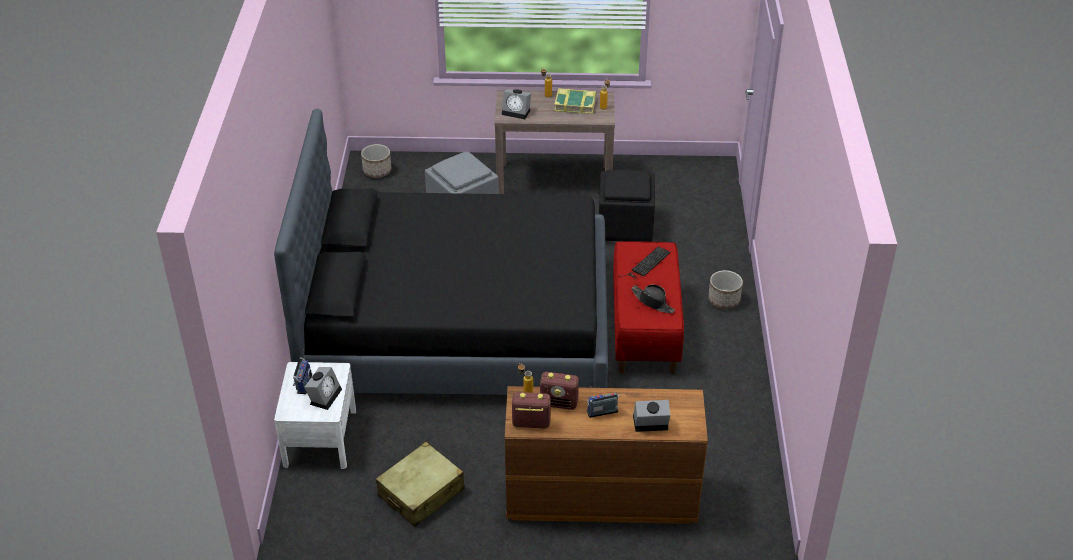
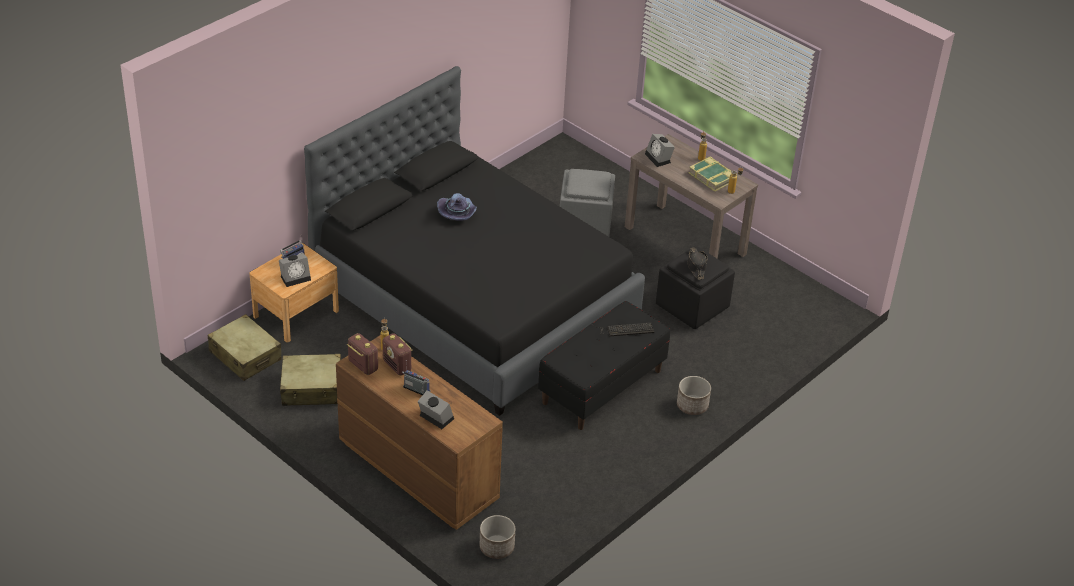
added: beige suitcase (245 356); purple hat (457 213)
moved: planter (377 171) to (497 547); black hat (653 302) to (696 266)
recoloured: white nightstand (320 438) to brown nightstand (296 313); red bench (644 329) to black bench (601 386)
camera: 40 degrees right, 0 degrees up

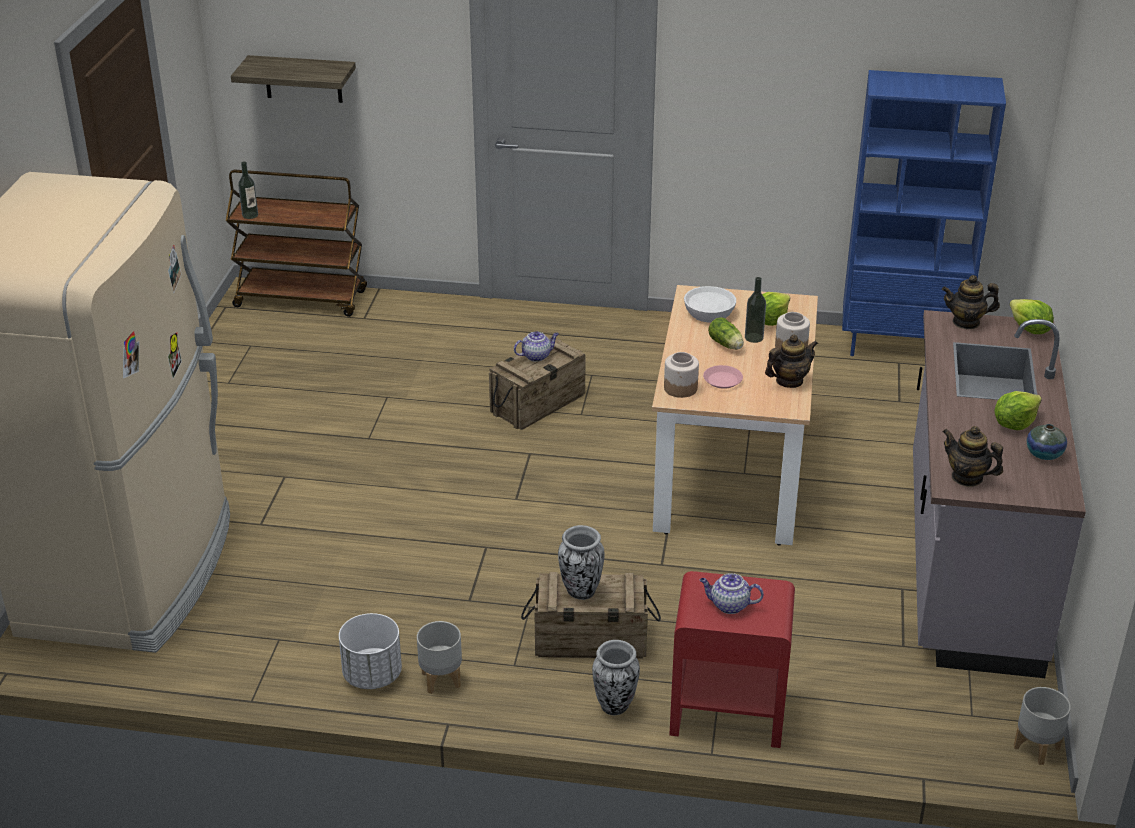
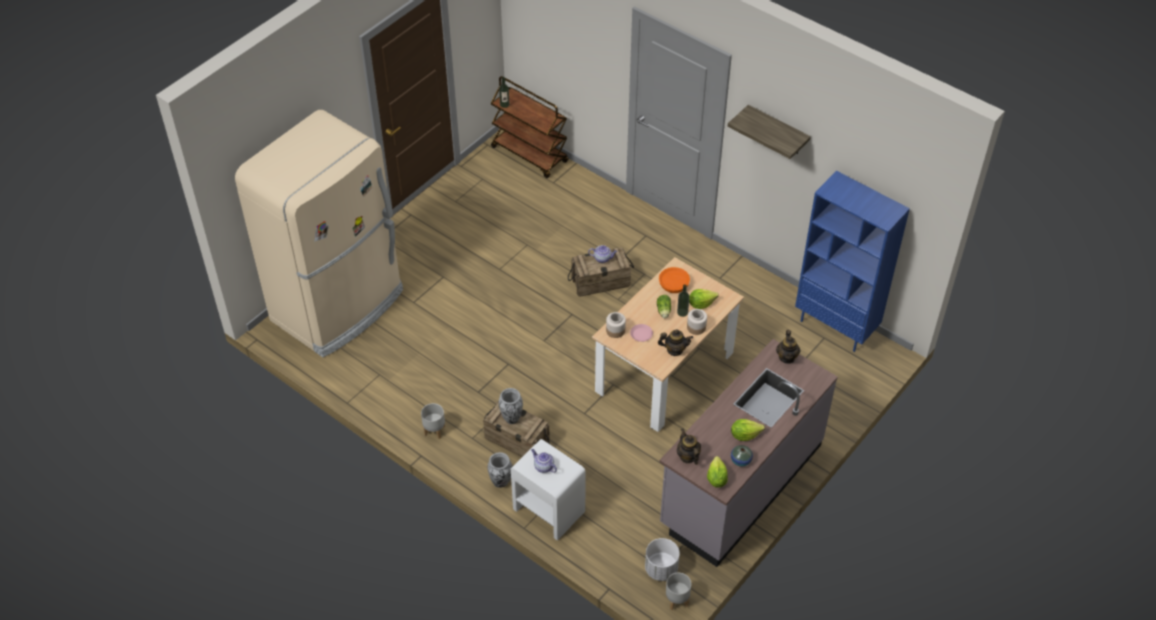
moved: shelf (303 79) to (777 131); white planter (372 675) to (661 569); lettuce (1029 330) to (716 479)
recoloured: red nightstand (726 712) to white nightstand (548 510); white bowl (710 313) to orange bowl (674 285)
turned: teapot (966 322) = (787 357) 120 degrees counterclockwise
camera: 30 degrees right, 15 degrees up

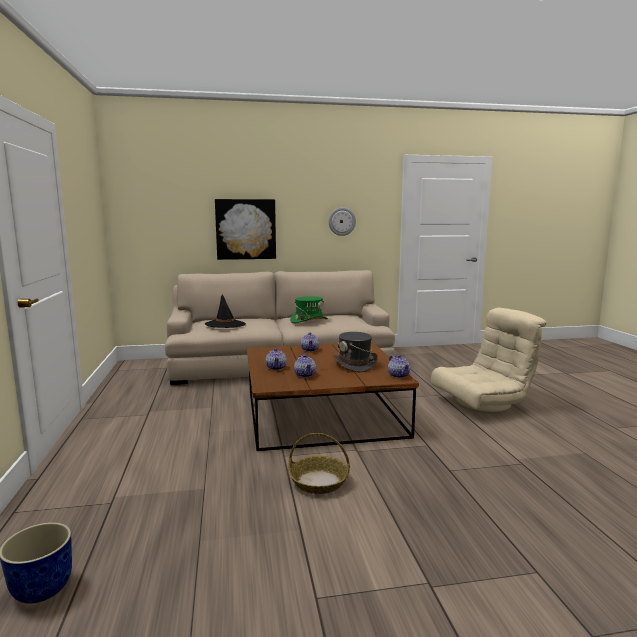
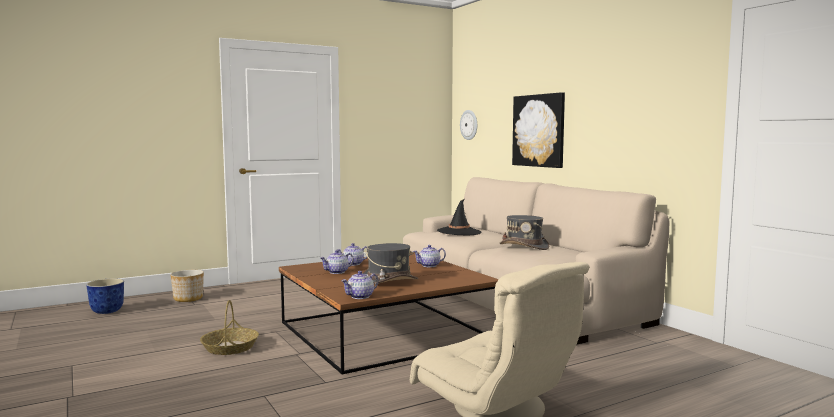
added: planter (188 298)
moved: wall clock (342 221) to (469 125)
recoloured: green hat (309 320) to grey hat (524 246)
camera: 70 degrees right, 5 degrees down

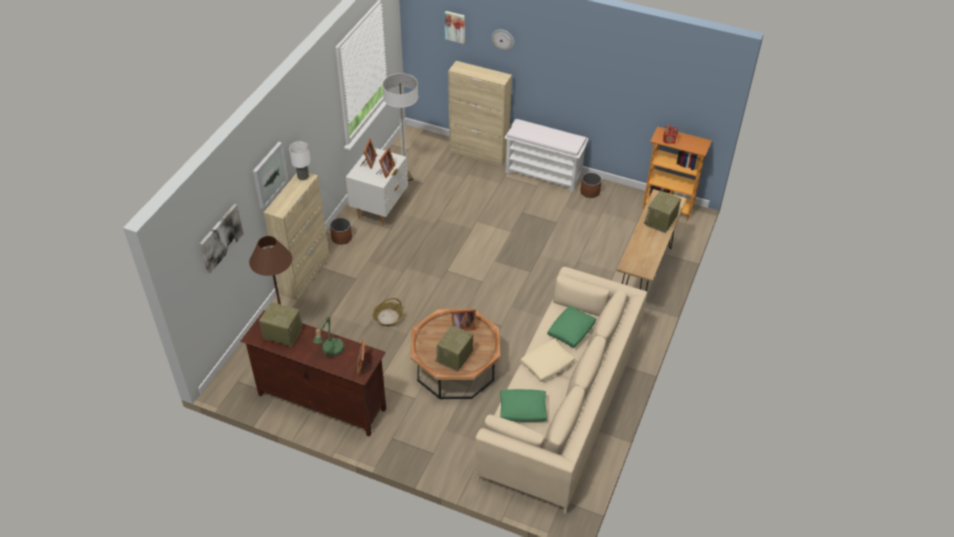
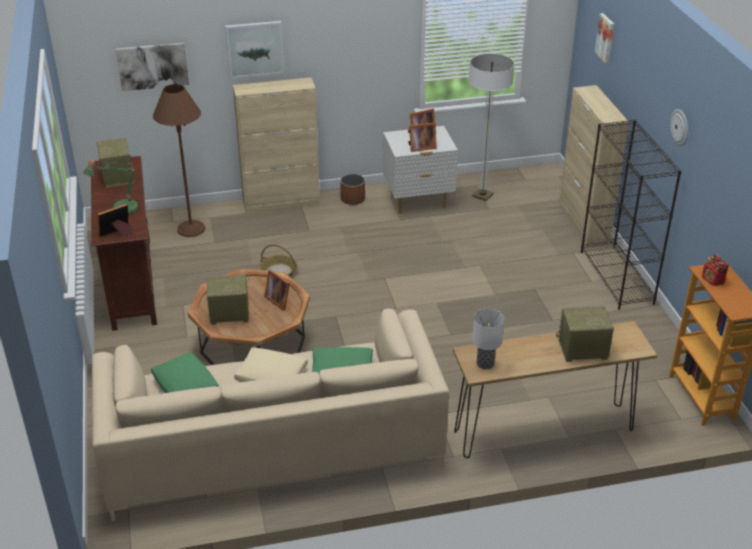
removed: brown planter (590 192)
moved: table lamp (303 176) to (486 364); wall clock (503 39) to (680 127)
replaced: white bench (544 174) to black bookcase (617 277)
camera: 55 degrees right, 10 degrees down

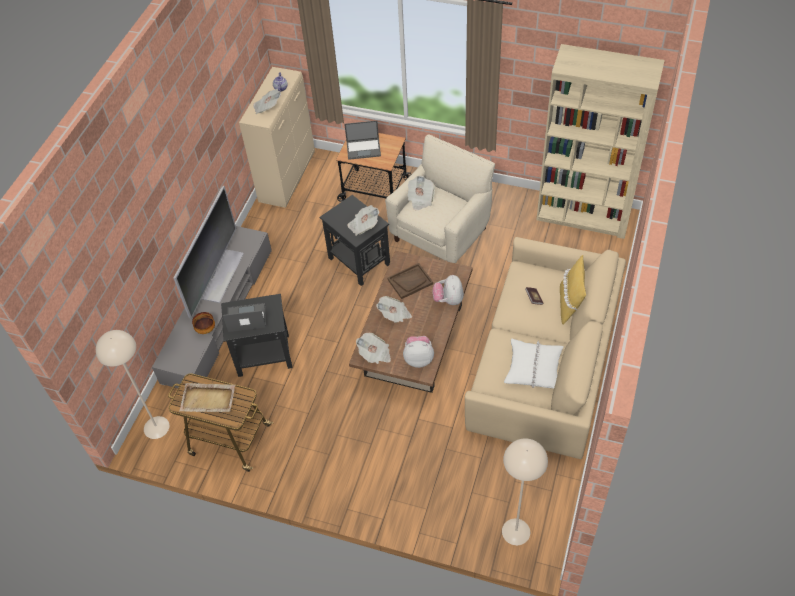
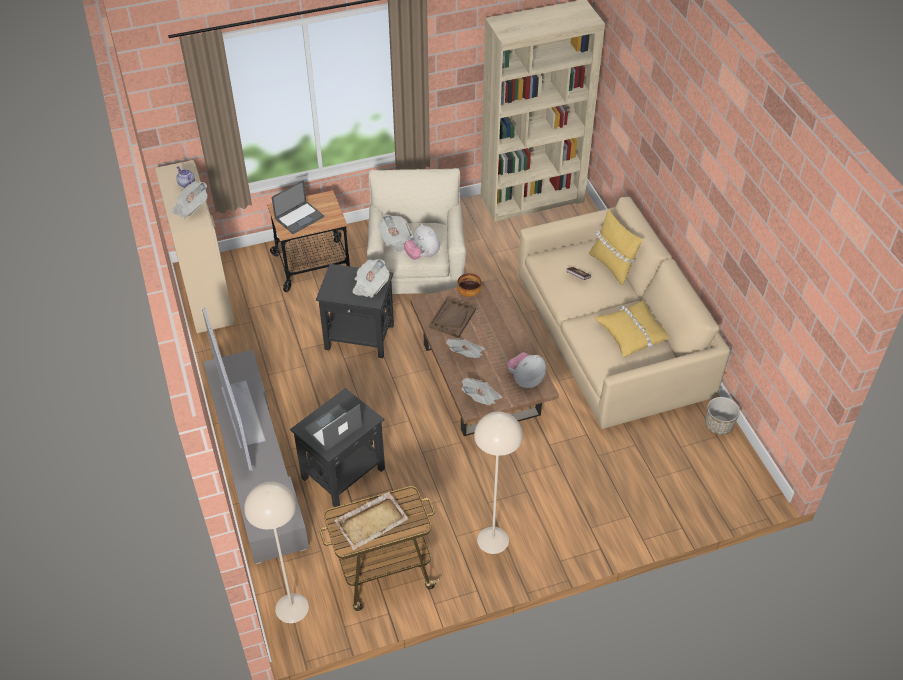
added: planter (718 425)
moved: bowl (206 329) to (468 293); plush toy (448 300) to (422 255); beige floor lamp (516 532) to (493 540)
recoloured: white pillow (533 368) to yellow pillow (632 333)
camera: 40 degrees left, 5 degrees down

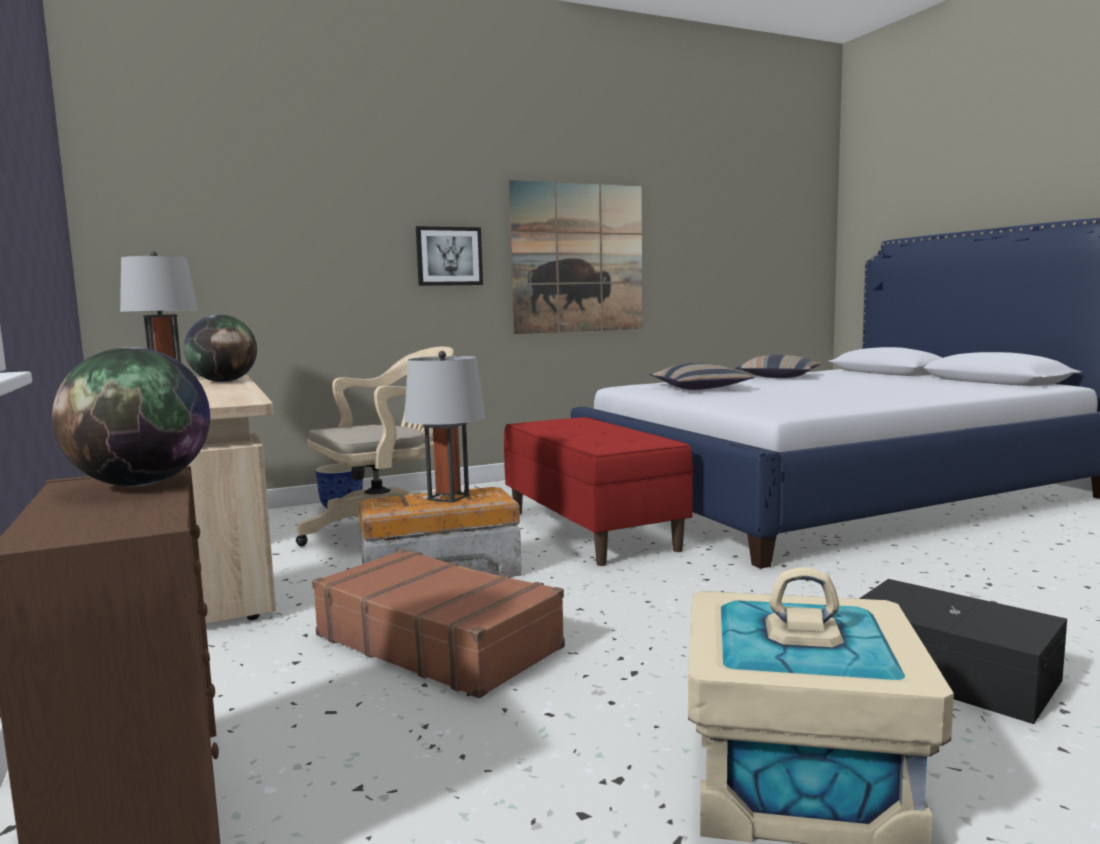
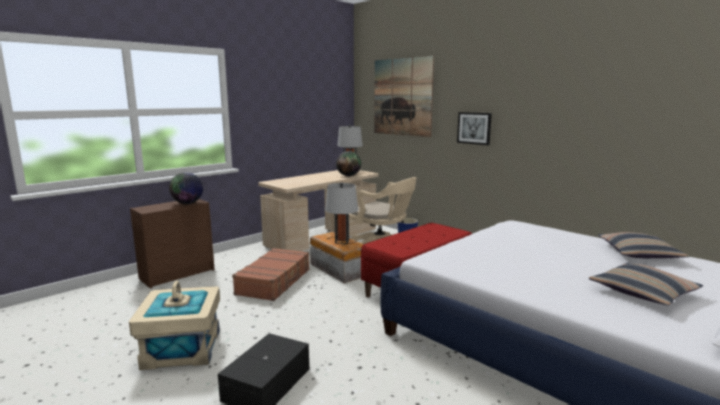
moved: picture (578 258) to (402 97); pillow (700 388) to (642 292)
camera: 70 degrees right, 5 degrees up

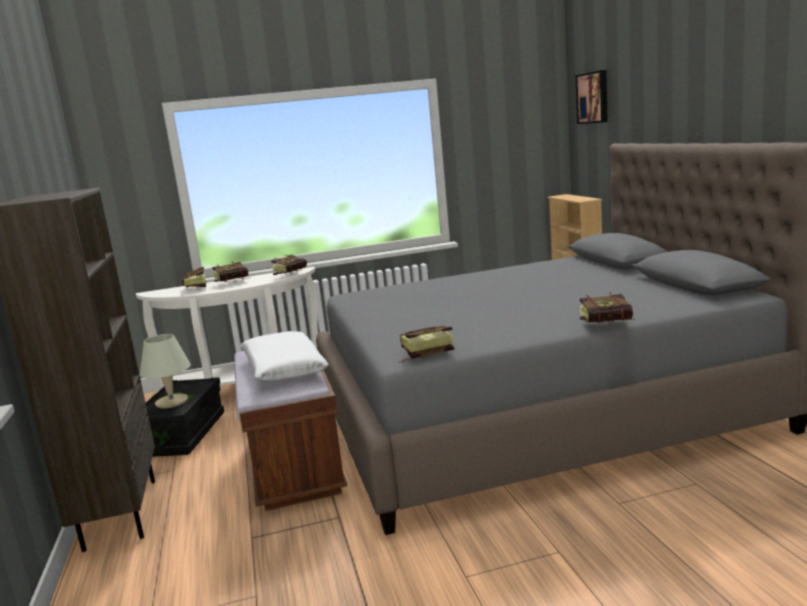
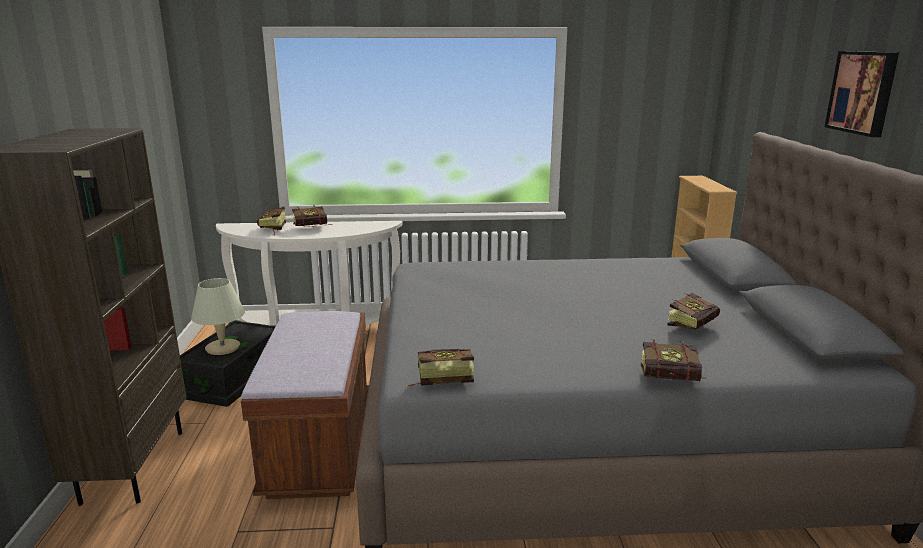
removed: white pillow (283 368)
moved: book (293 274) to (694 326); picture (593 97) to (863 92)
camera: 10 degrees right, 5 degrees up

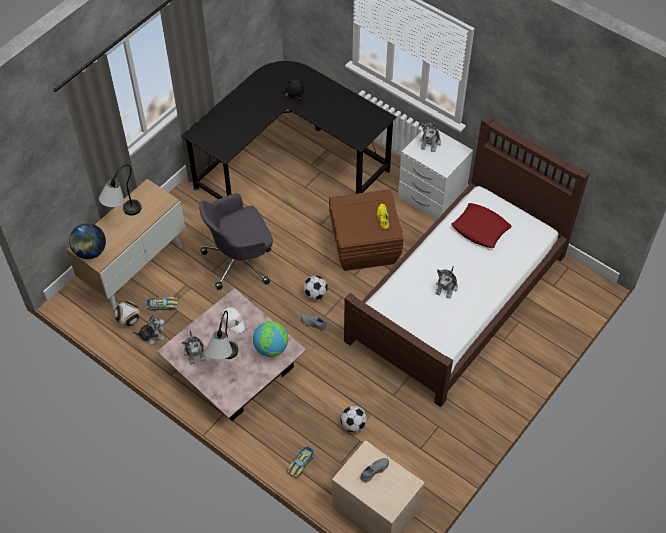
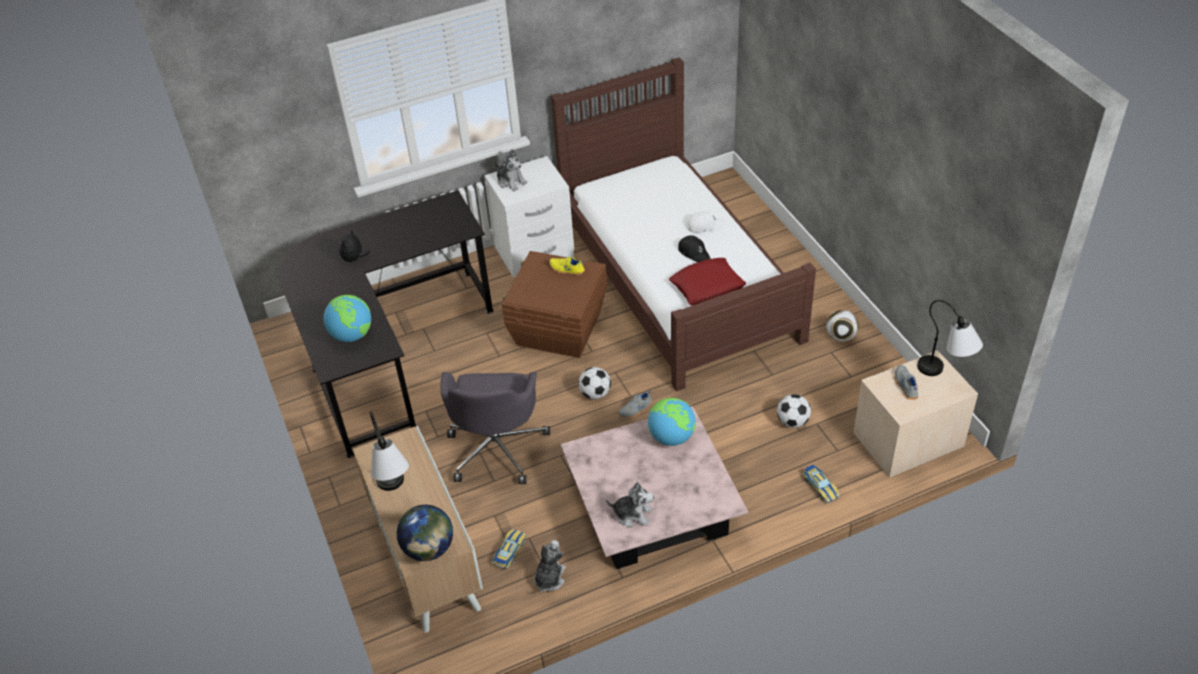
added: globe (352 335)
moved: football (128 320) to (841 337); table lamp (224 361) to (945 375); white cap (233 321) to (704 225); red pillow (480 229) to (707 286)
replaced: plush toy (446 287) to black cap (694 252)
camera: 60 degrees left, 10 degrees down

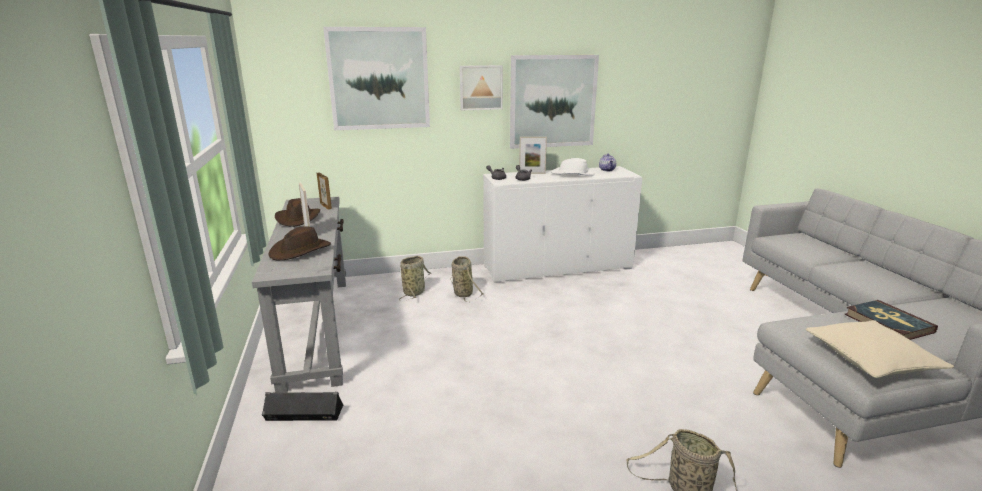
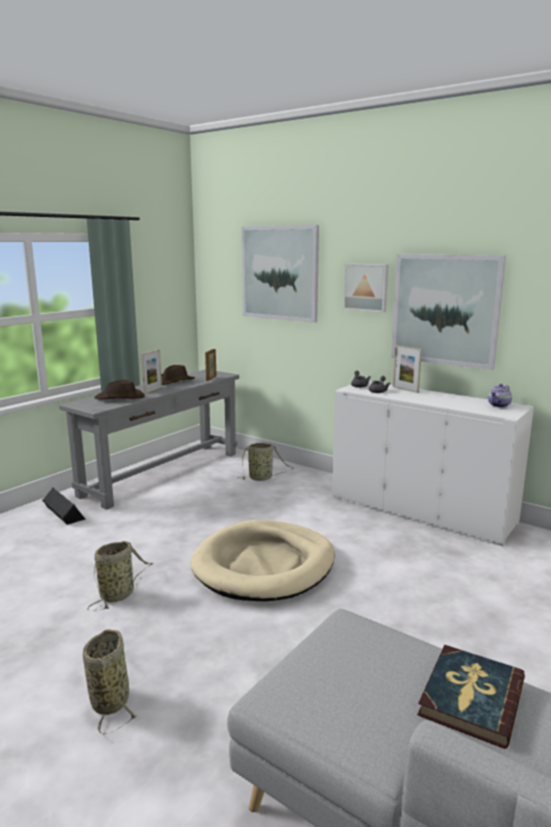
removed: white hat (573 174); beige pillow (870 360)
added: beige dog bed (264 565)
moved: basket (462 293) to (119 594)
camera: 50 degrees right, 5 degrees down

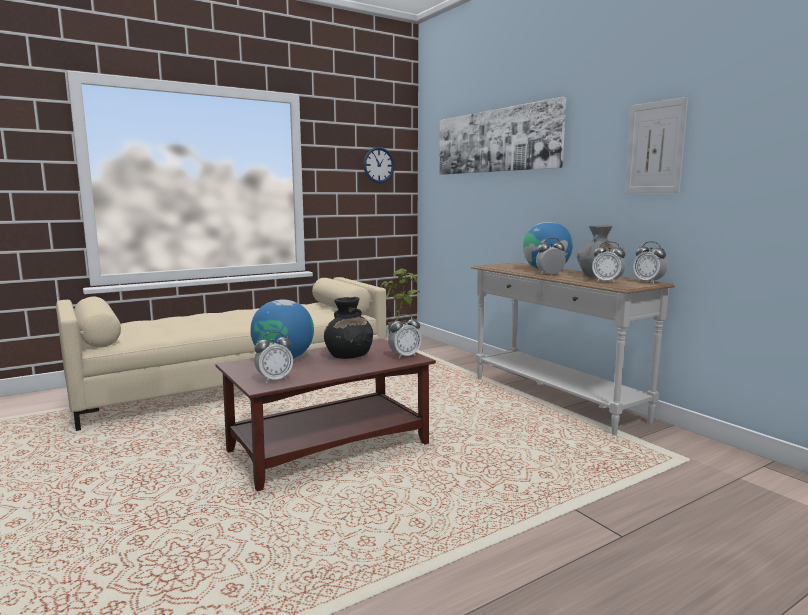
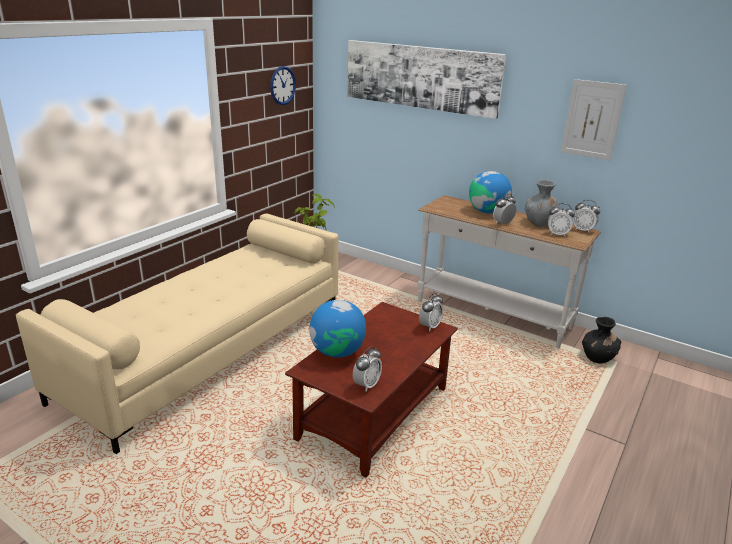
moved: black vase (349 355) to (597 357)
camera: 25 degrees left, 15 degrees up

